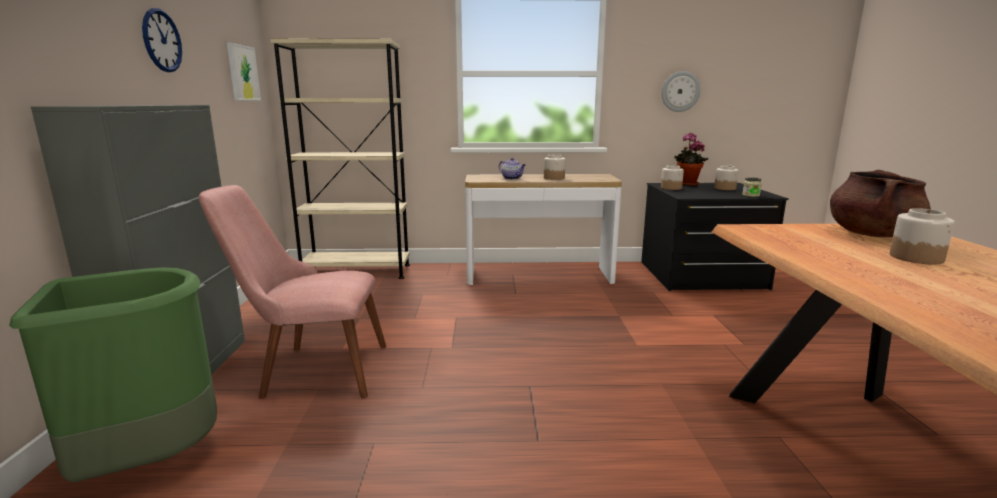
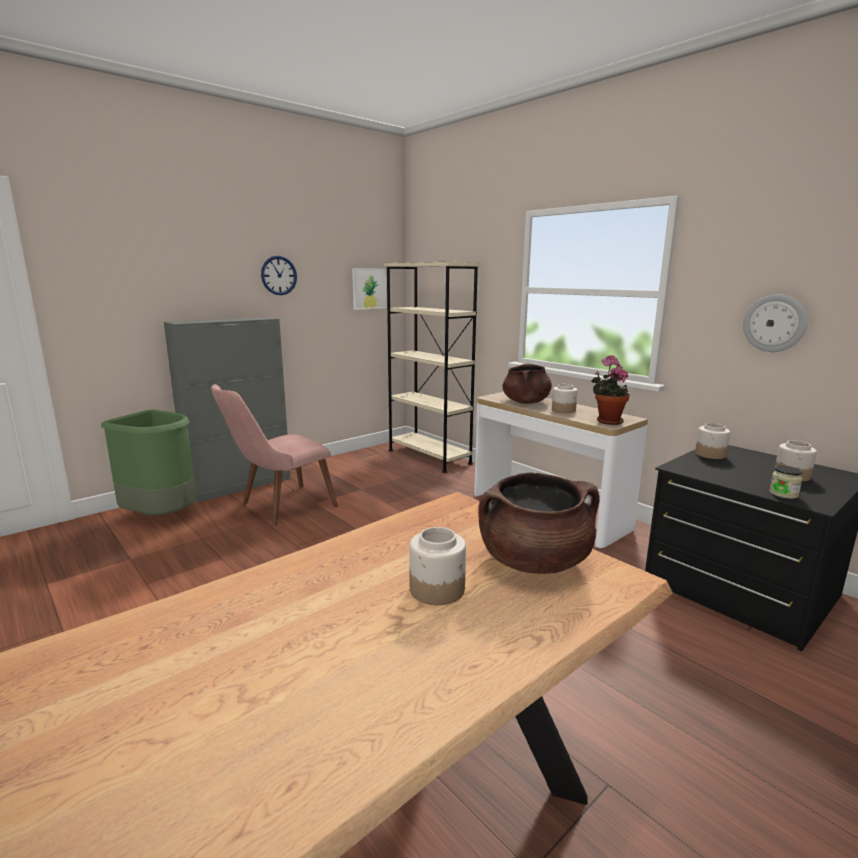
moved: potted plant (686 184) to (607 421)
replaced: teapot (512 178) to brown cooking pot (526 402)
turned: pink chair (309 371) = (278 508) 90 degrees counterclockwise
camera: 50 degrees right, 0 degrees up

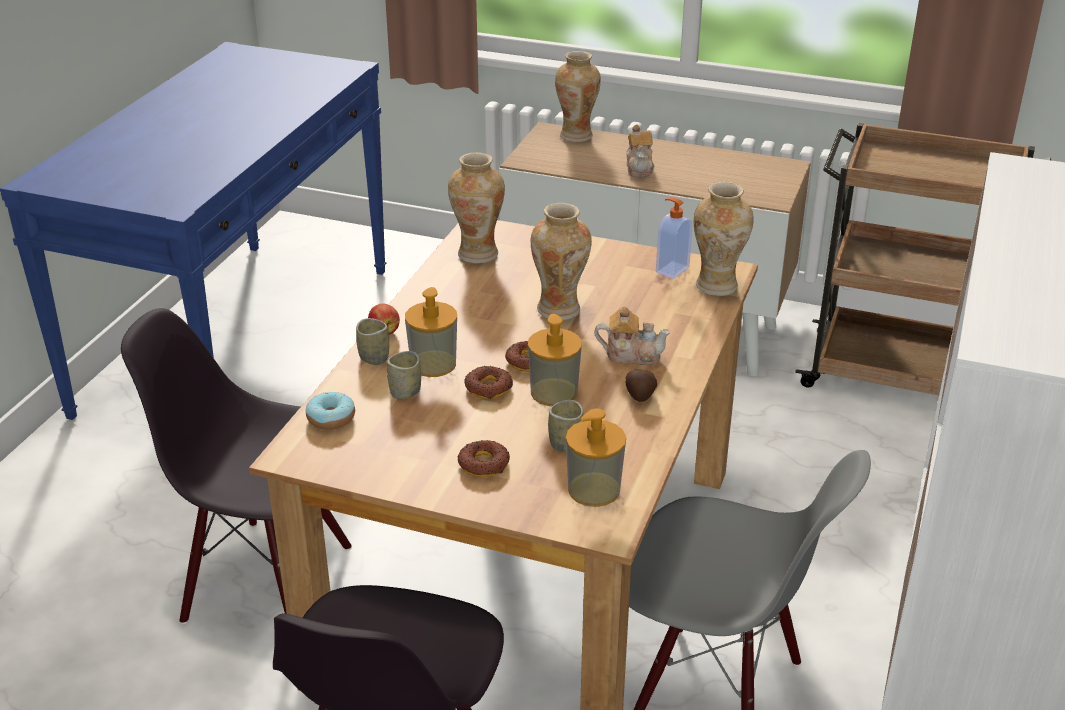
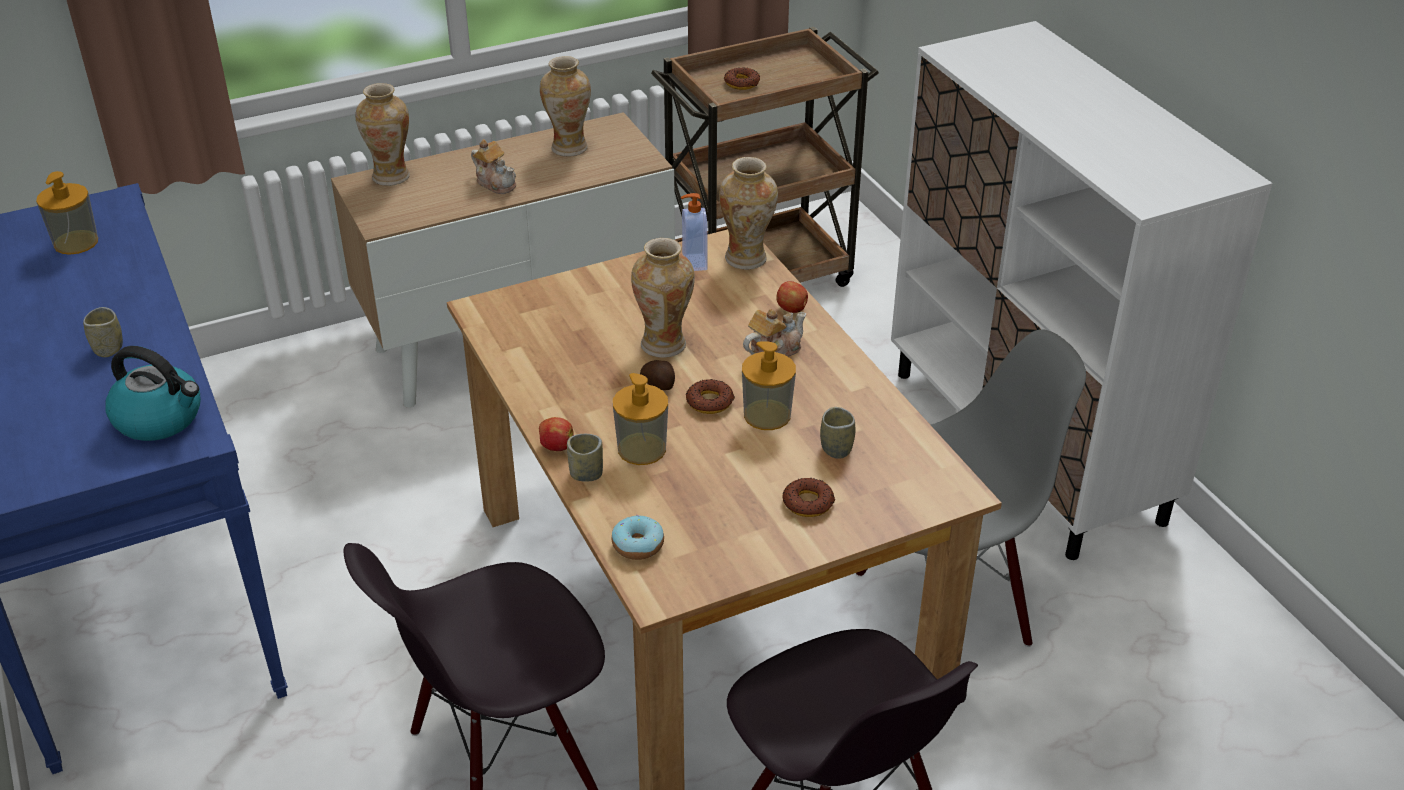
added: kettle (160 418); apple (792 309)
moved: cup (405 392) to (108 349); vase (478 253) to (568 147); donut (488 388) to (742 83); soap dispenser (594 490) to (76 242); potato (640 396) to (659 385)
camera: 45 degrees left, 5 degrees up

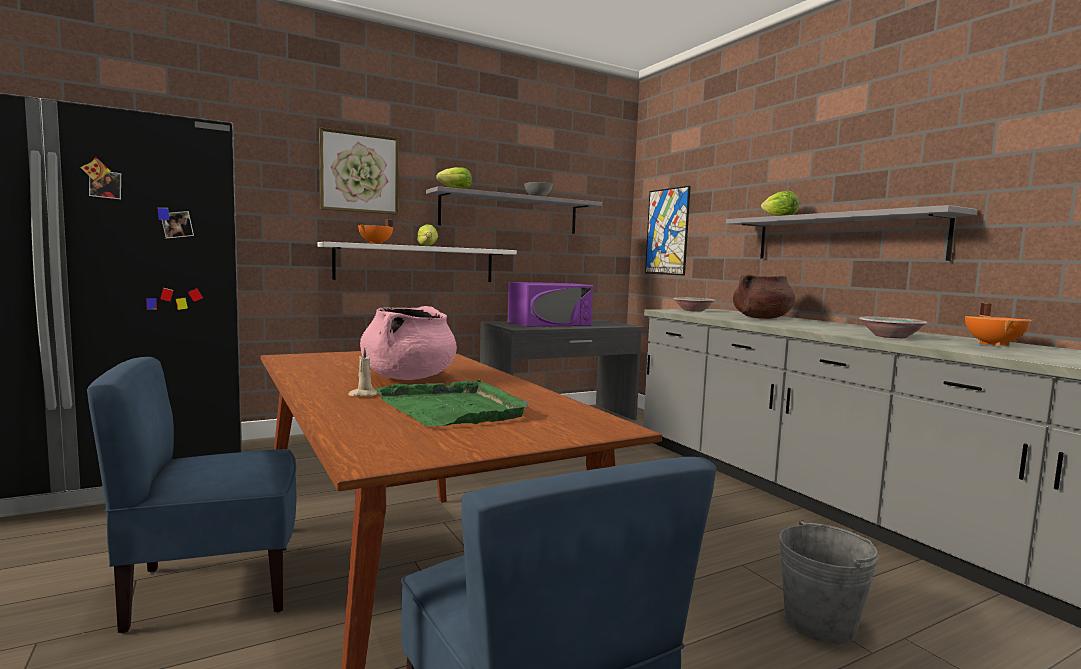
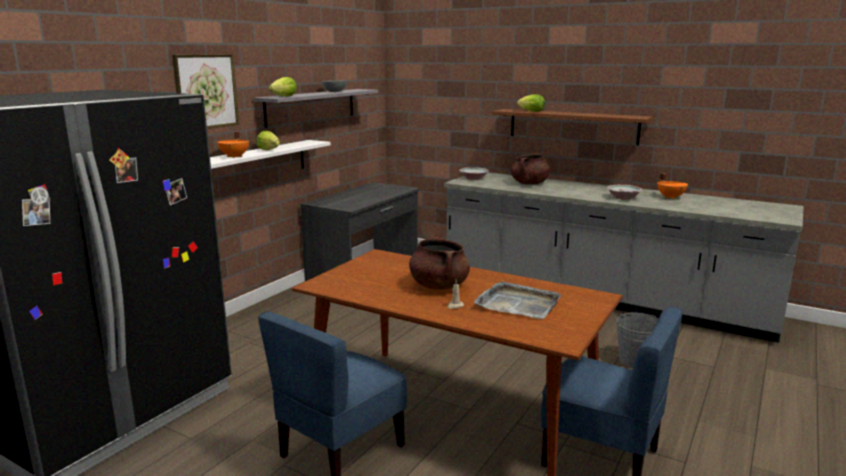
removed: purple microwave (549 323); picture (667 231)
recoloured: pink cooking pot (409 378) to brown cooking pot (439 285); green tray (453 408) to grey tray (518 303); grey shelf (844 238) to brown shelf (572 126)
camera: 30 degrees left, 10 degrees up

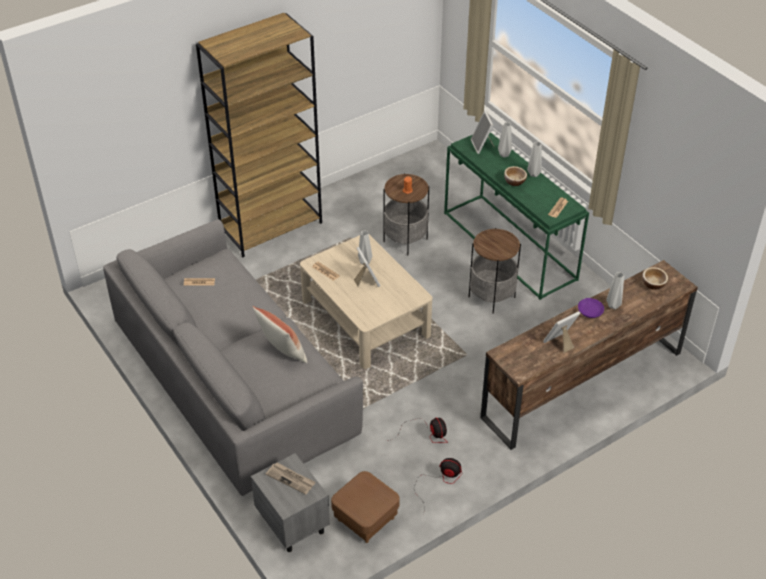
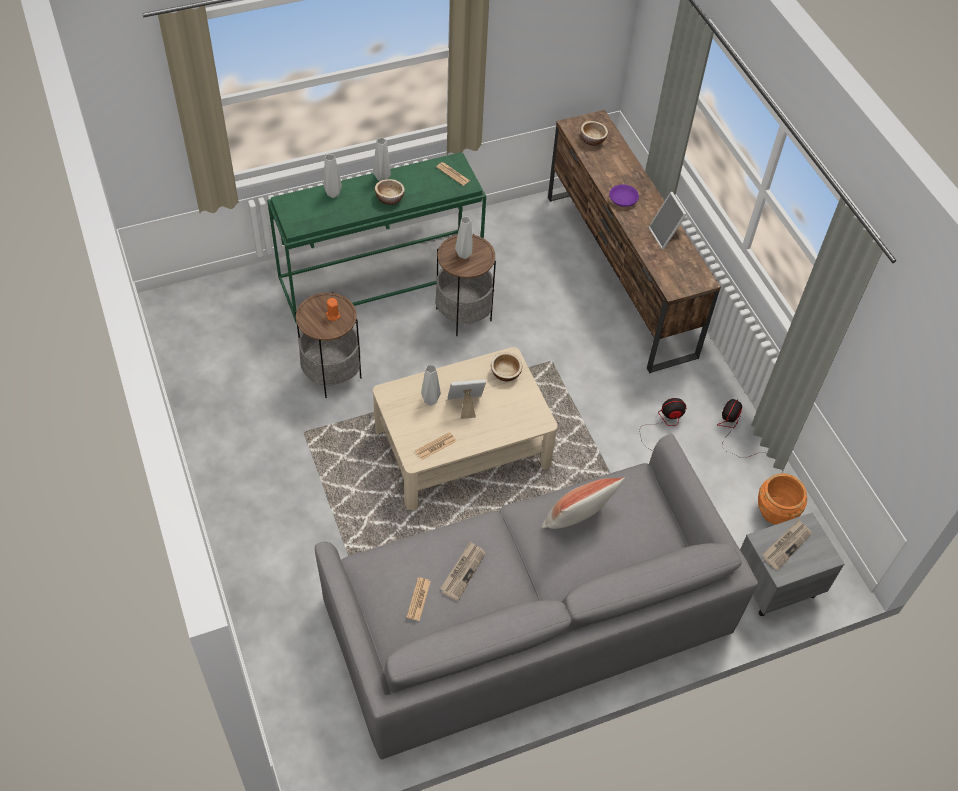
removed: brown bookcase (271 226); picture frame (482 146)
added: newspaper (463 571); bowl (505 373)
moved: grey vase (613 306) to (465 255)
replaced: brown ottoman (365 519) to orange planter (776 511)
camera: 80 degrees left, 10 degrees up

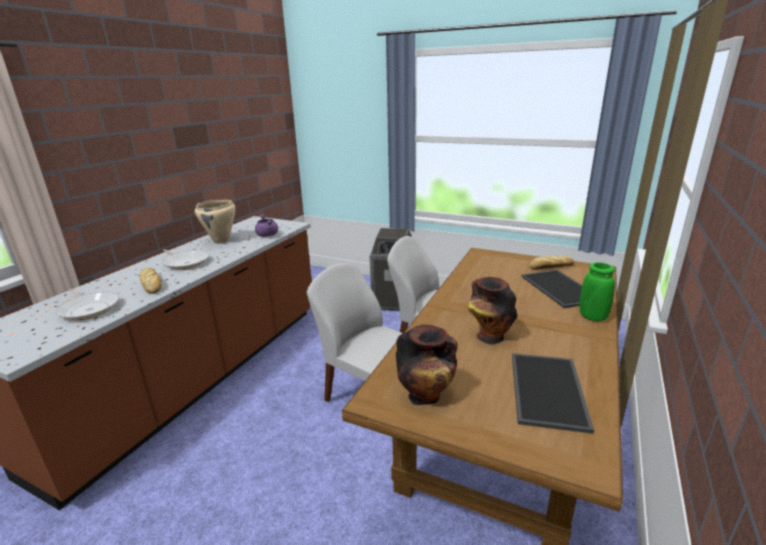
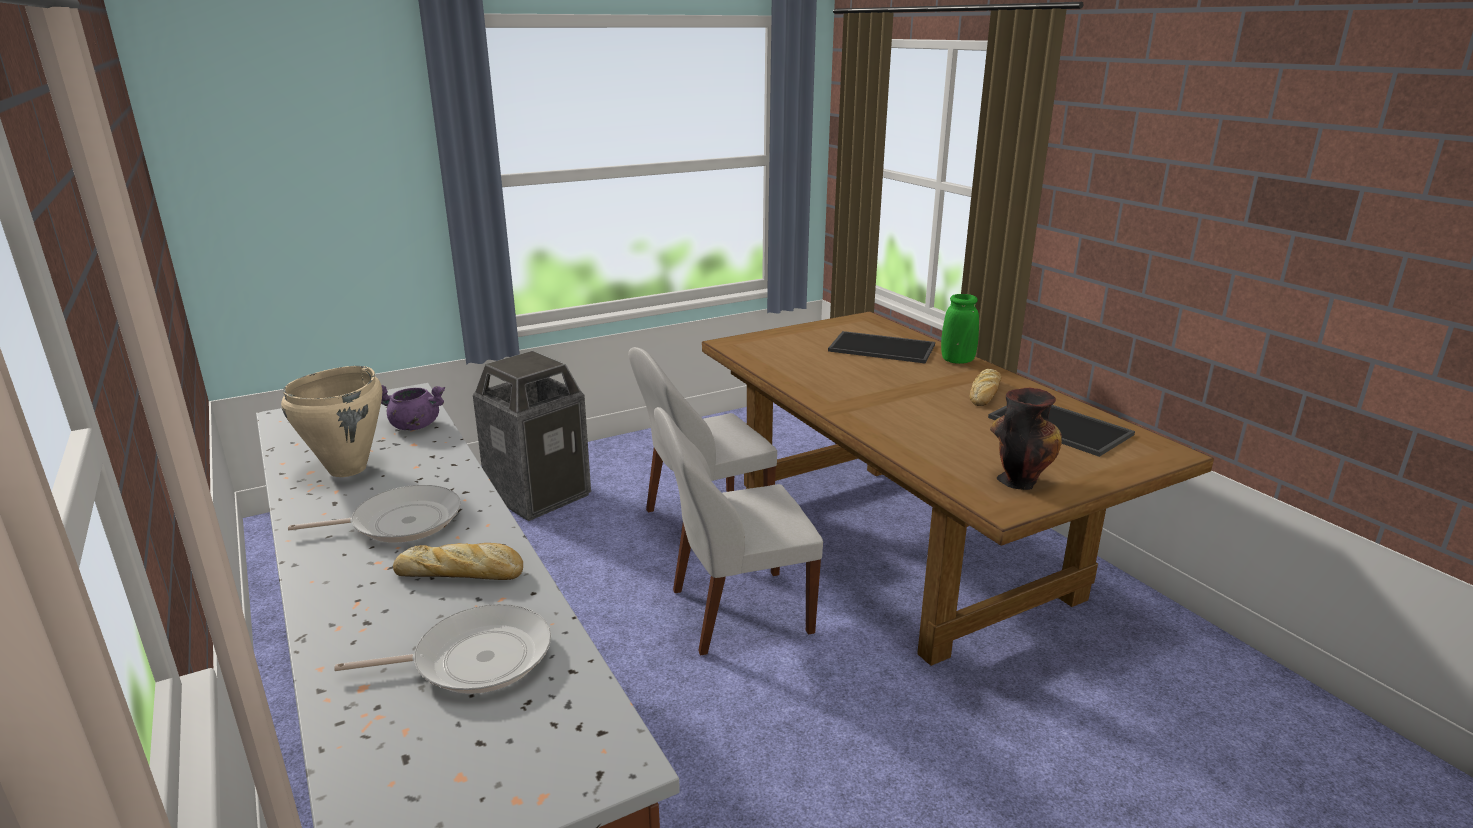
removed: vase (488 336)
moved: bread (550 267) to (985 393)
camera: 55 degrees left, 0 degrees up

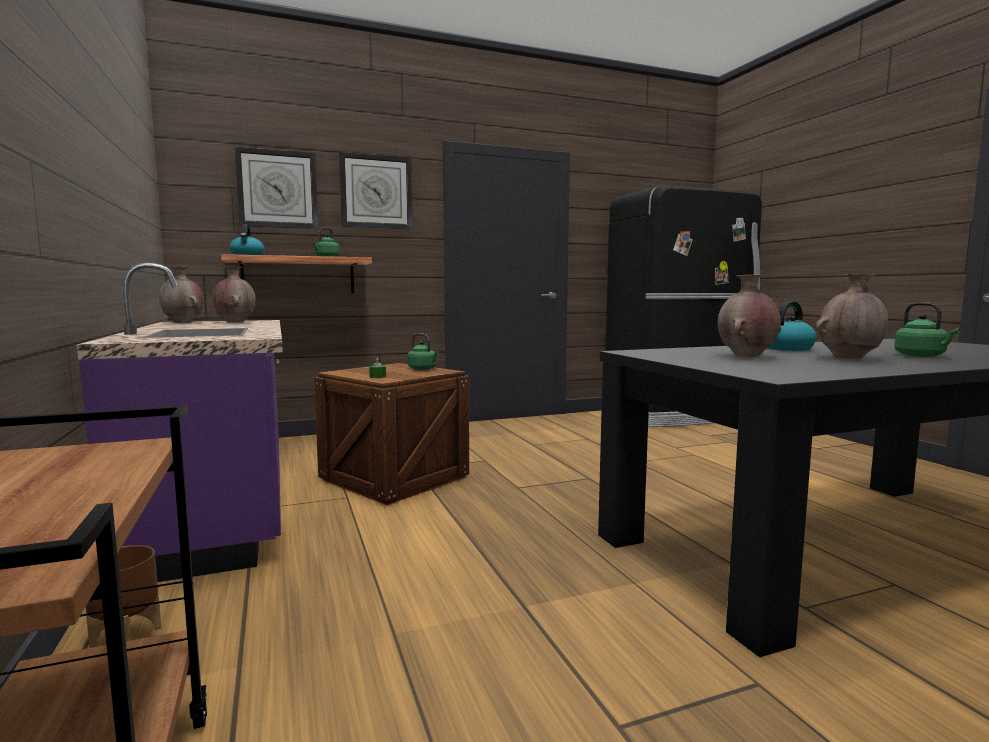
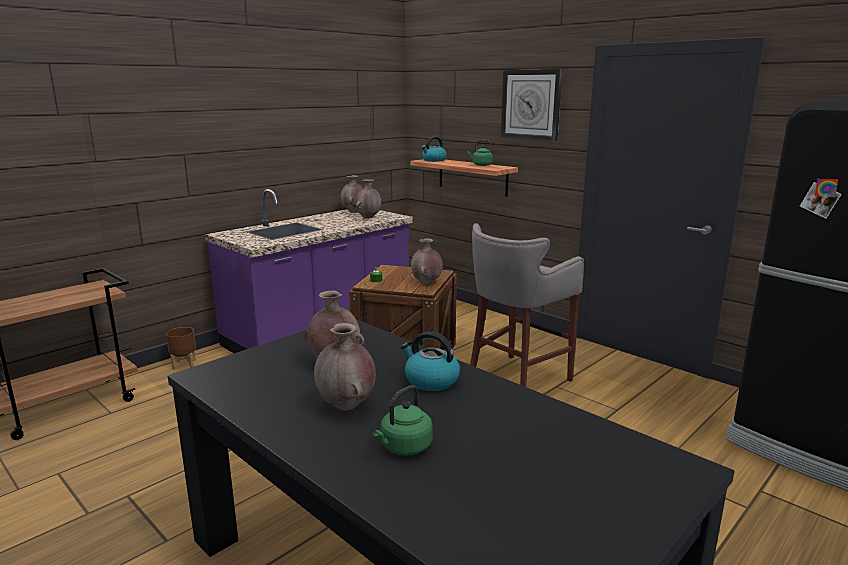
removed: wall clock (277 189)
added: grey stool (516 380)
replaced: green kettle (423 369) to brown vase (426 283)
camera: 65 degrees right, 10 degrees up

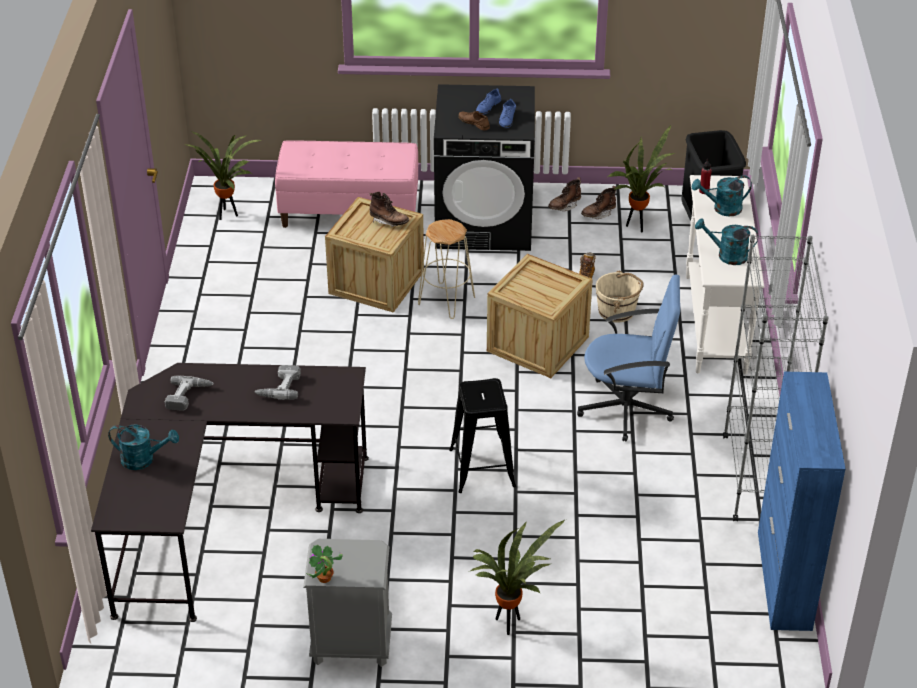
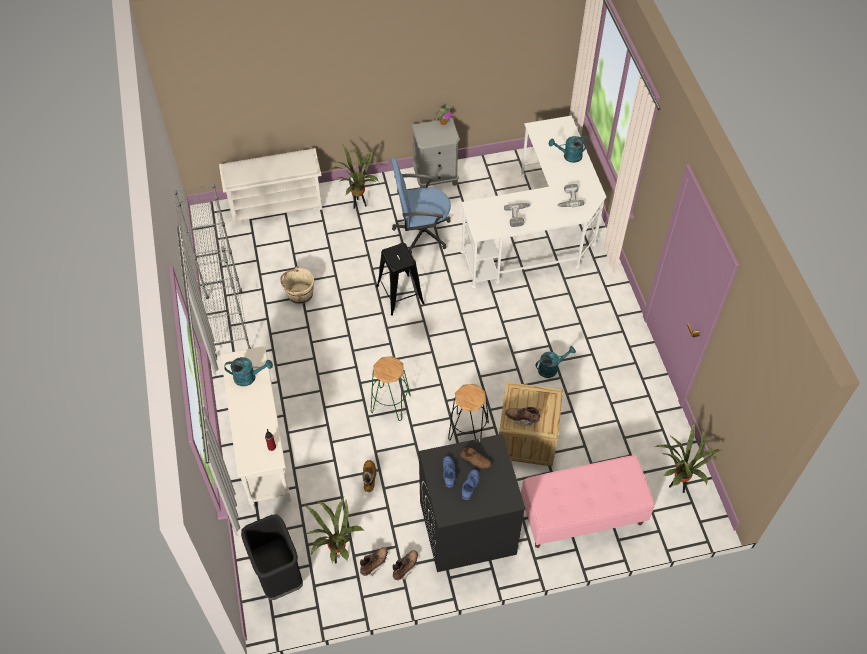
removed: blue cabinet (784 580)
added: white shoe rack (277 205)
moved: blue office chair (627 408) to (421 232); beige bucket (617 311) to (299 293); turquoise watering can (722 209) to (551 368)
replaced: crate (537 344) to green stool (390 403)
recoloured: black desk (223 514) to white desk (538 233); beige stool (447 301) to black stool (468 430)
camera: 165 degrees right, 15 degrees up

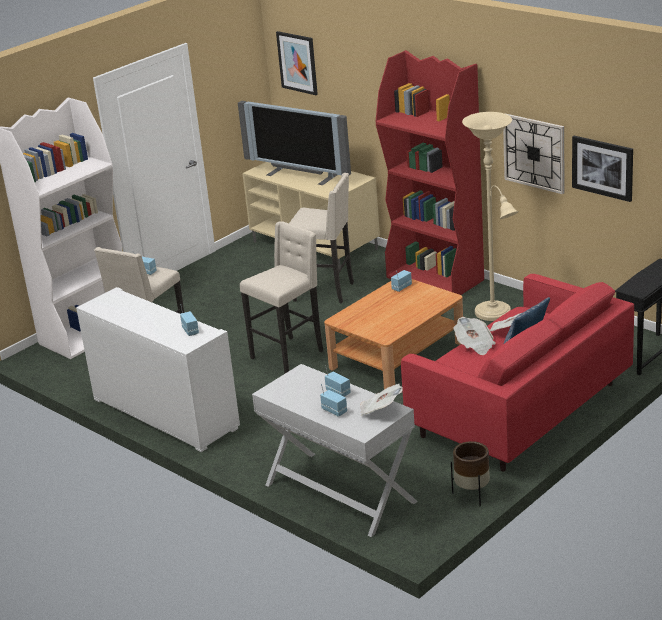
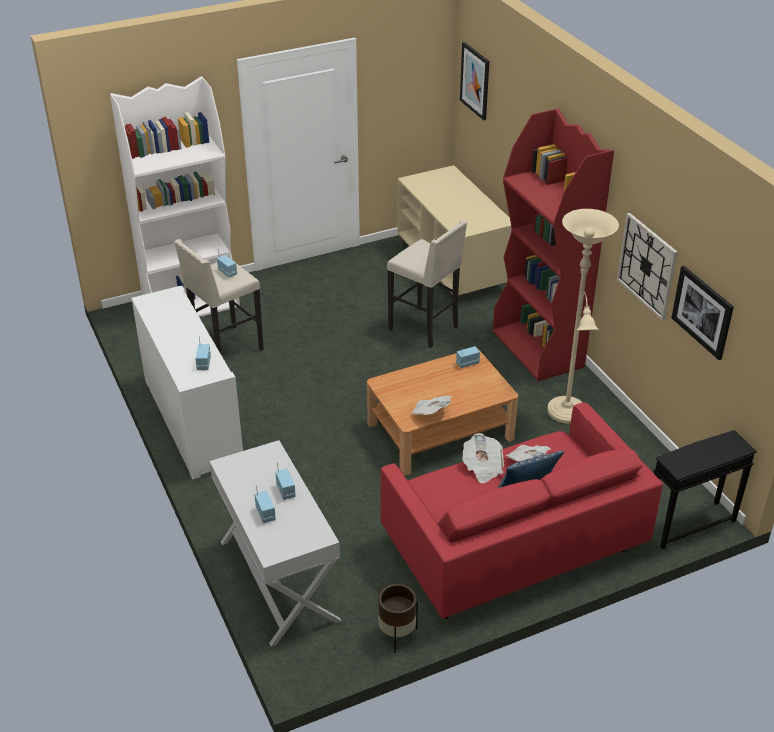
removed: television (301 175); beige stool (289 355)
moved: newspaper (380 410) to (430 413)
camera: 20 degrees right, 10 degrees up

